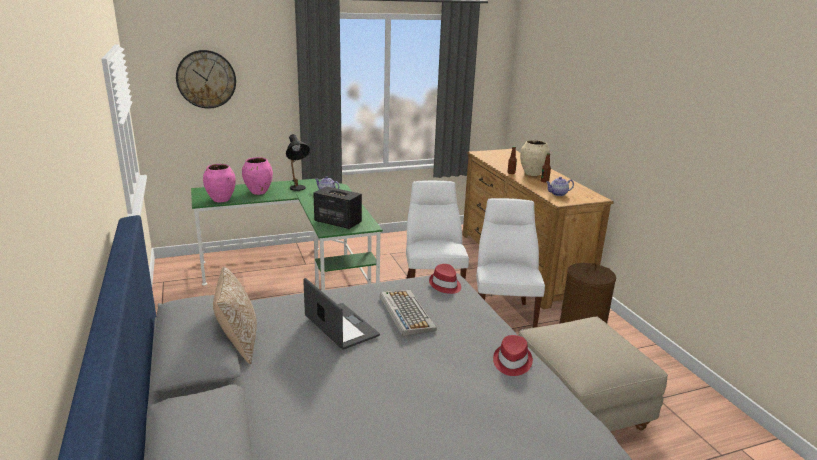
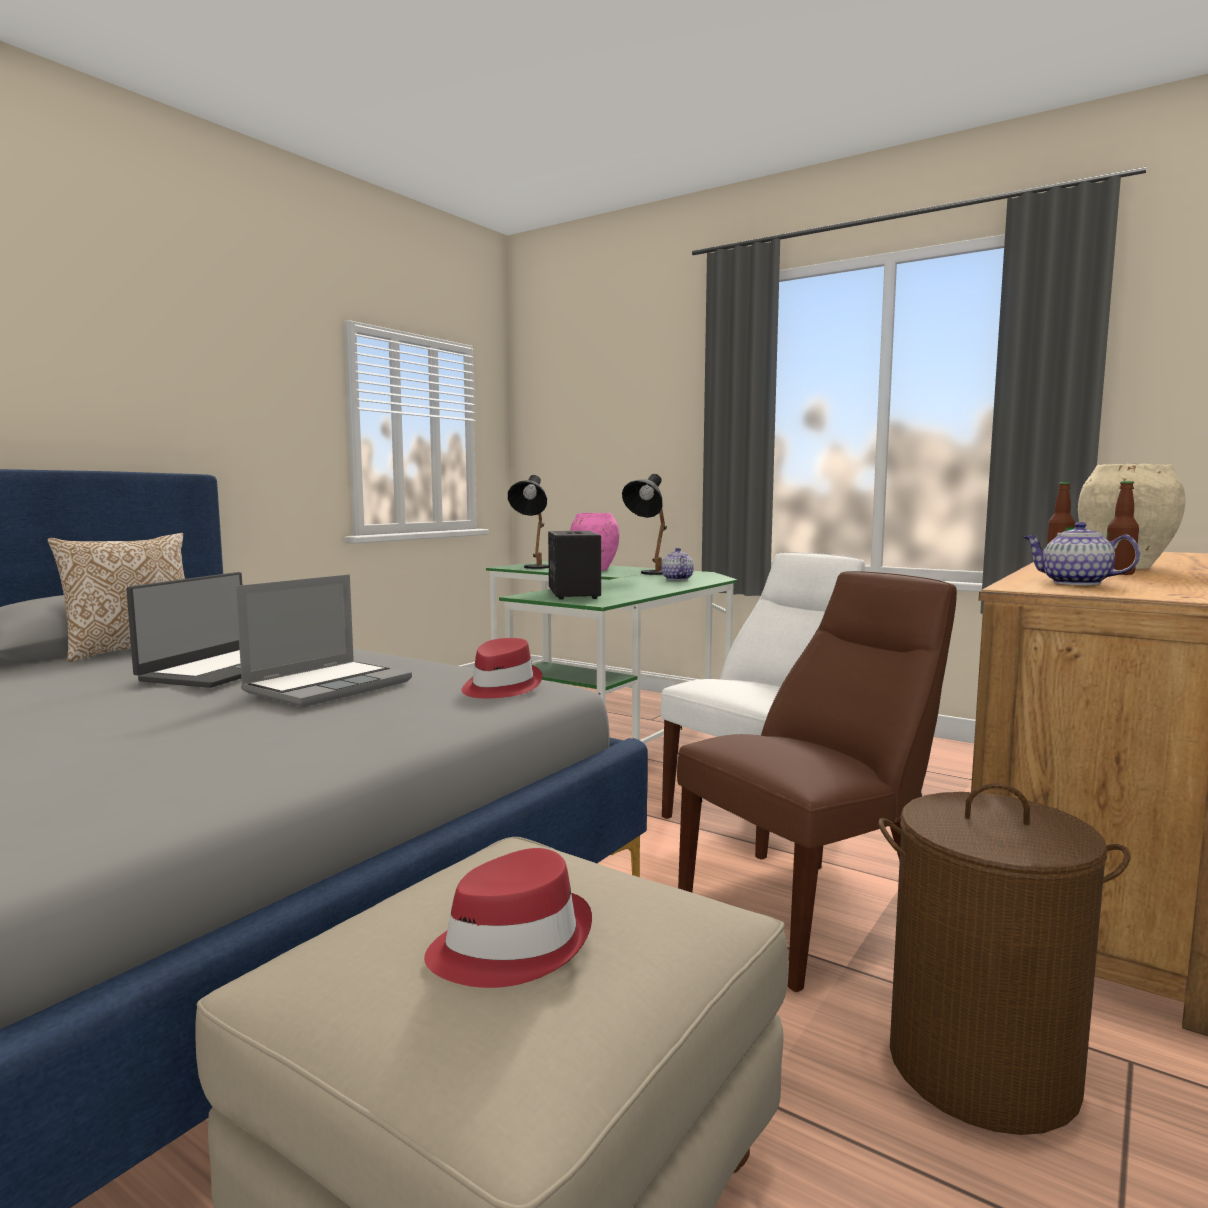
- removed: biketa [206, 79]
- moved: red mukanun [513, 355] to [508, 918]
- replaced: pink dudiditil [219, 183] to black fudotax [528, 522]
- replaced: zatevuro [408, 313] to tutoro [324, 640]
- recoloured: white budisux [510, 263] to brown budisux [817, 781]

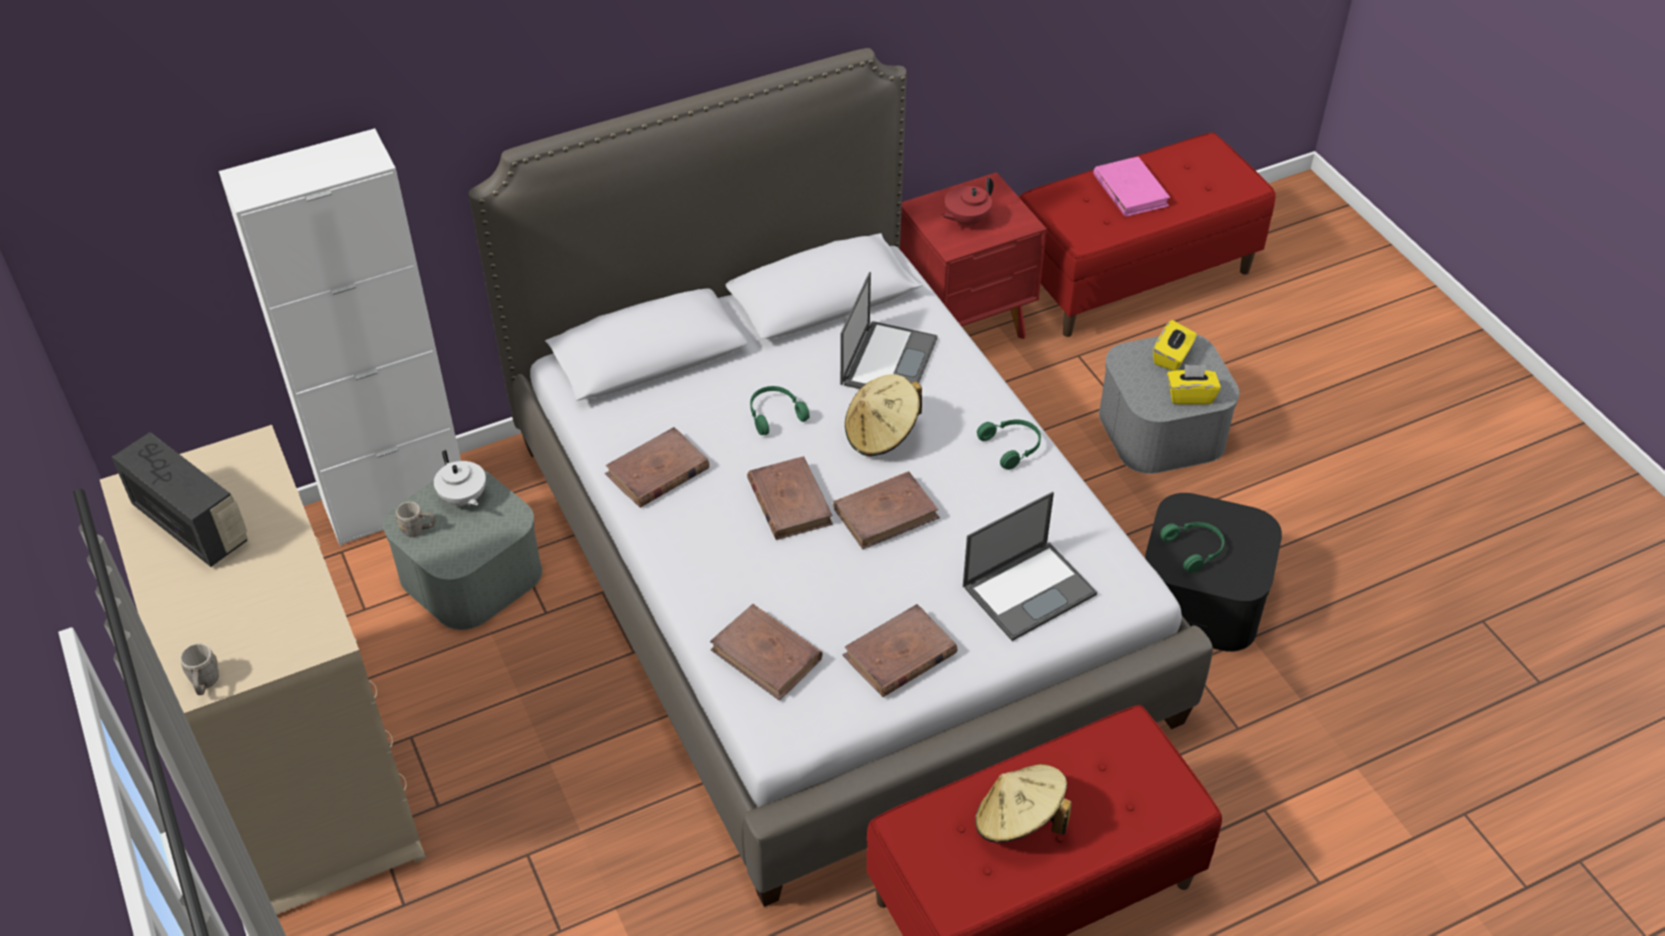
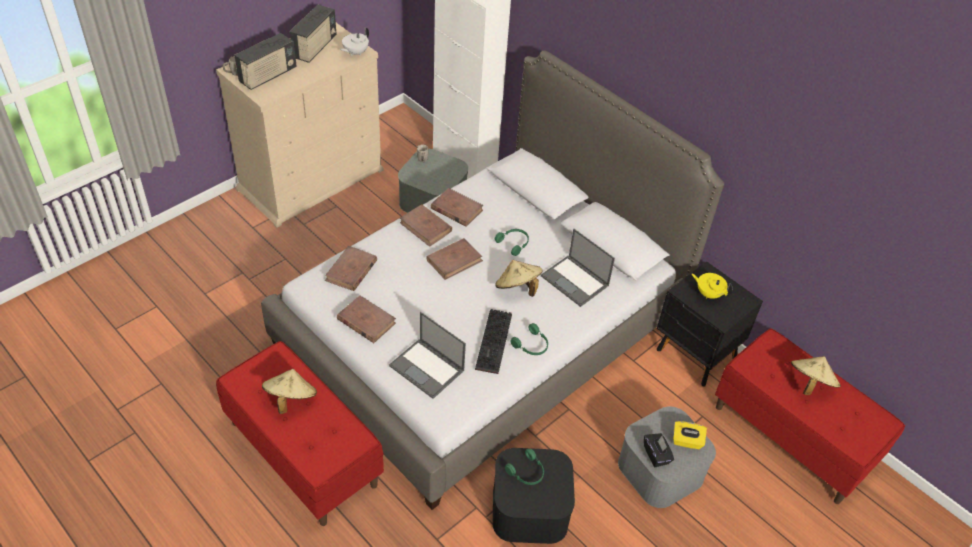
- added: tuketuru [266, 61]
- added: zatevuro [493, 341]
- moved: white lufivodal [460, 478] to [354, 41]
- moved: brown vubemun [886, 510] to [426, 225]
- replaced: pink vubemun [1131, 187] to beige mukanun [816, 375]
- recoloured: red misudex [973, 255] to black misudex [710, 323]
- recoloured: red lufivodal [967, 201] to yellow lufivodal [712, 286]
- recoloured: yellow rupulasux [1194, 384] to black rupulasux [659, 450]
- turned: tutoro [889, 330] = [578, 268] 45 degrees clockwise

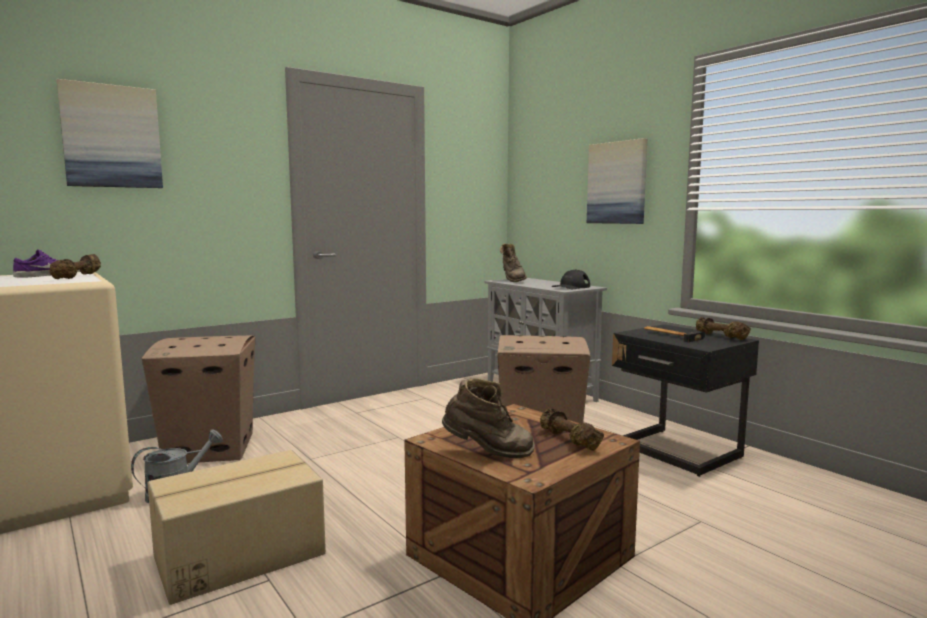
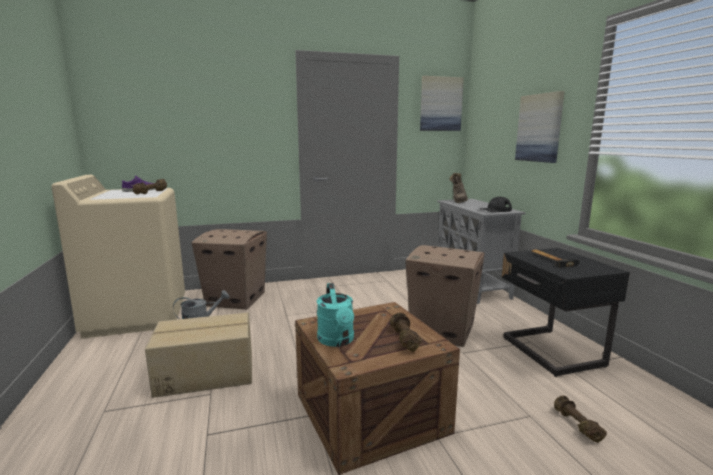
- moved: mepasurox [110, 133] to [442, 103]
- moved: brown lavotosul [723, 328] to [580, 419]
- replaced: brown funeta [488, 418] to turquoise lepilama [335, 315]

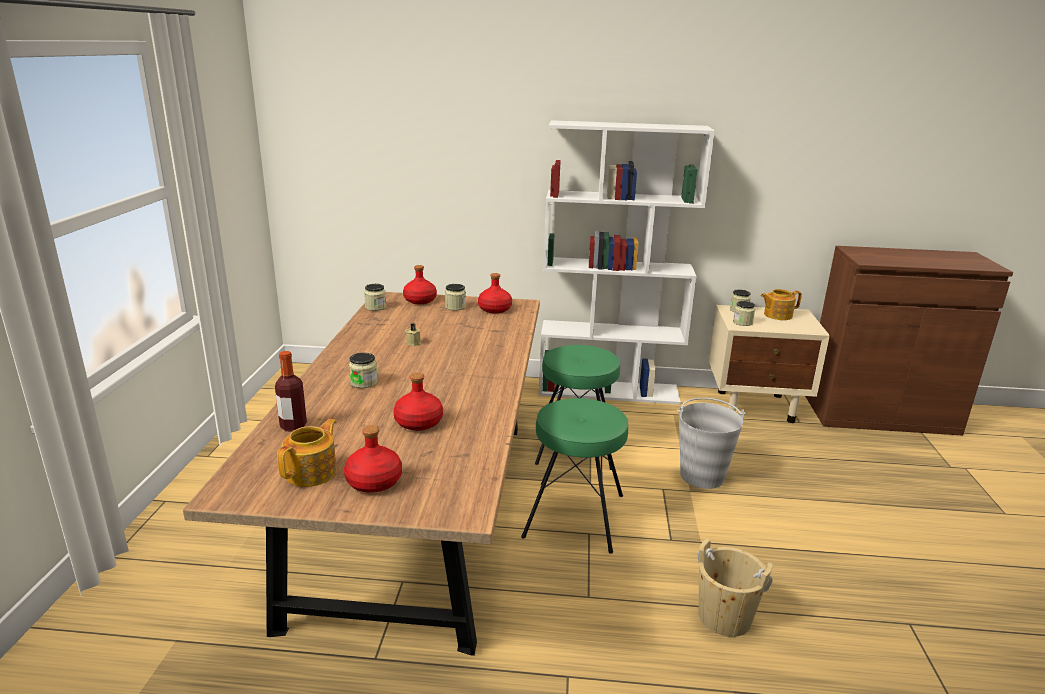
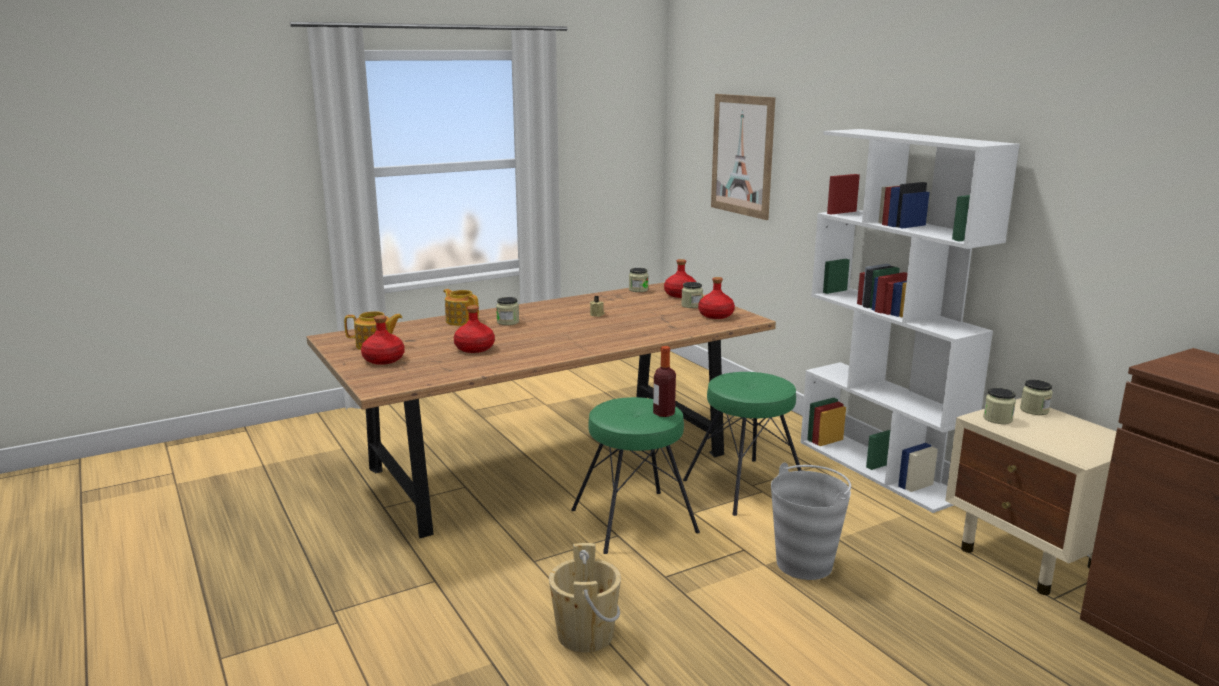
- added: mepasurox [743, 157]
- moved: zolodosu [291, 391] to [664, 381]
- moved: lufivodal [781, 304] to [461, 307]

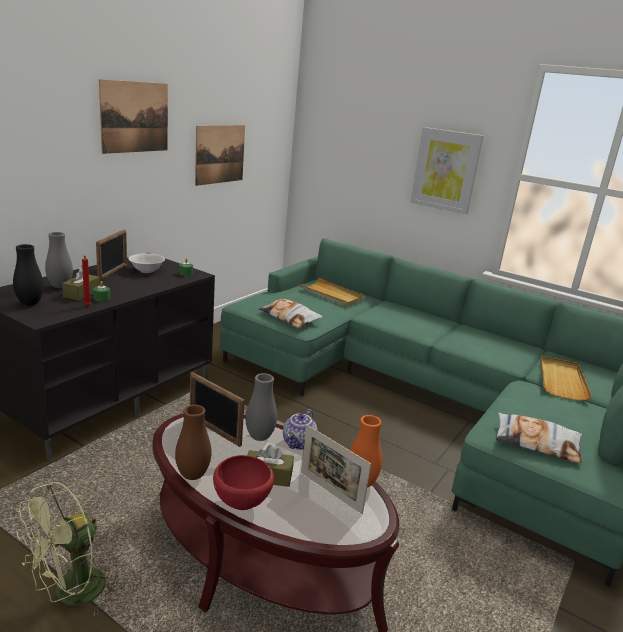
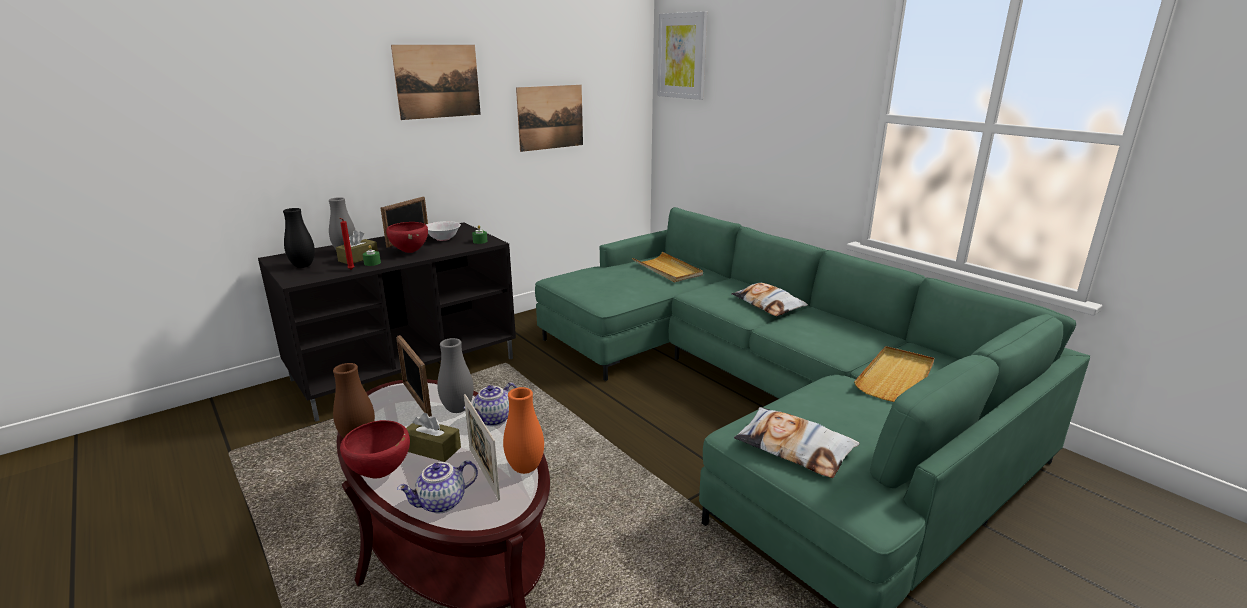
- removed: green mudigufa [67, 548]
- added: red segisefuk [407, 237]
- added: lufivodal [437, 486]
- moved: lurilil [291, 313] to [769, 299]
- moved: mepasurox [447, 170] to [682, 55]

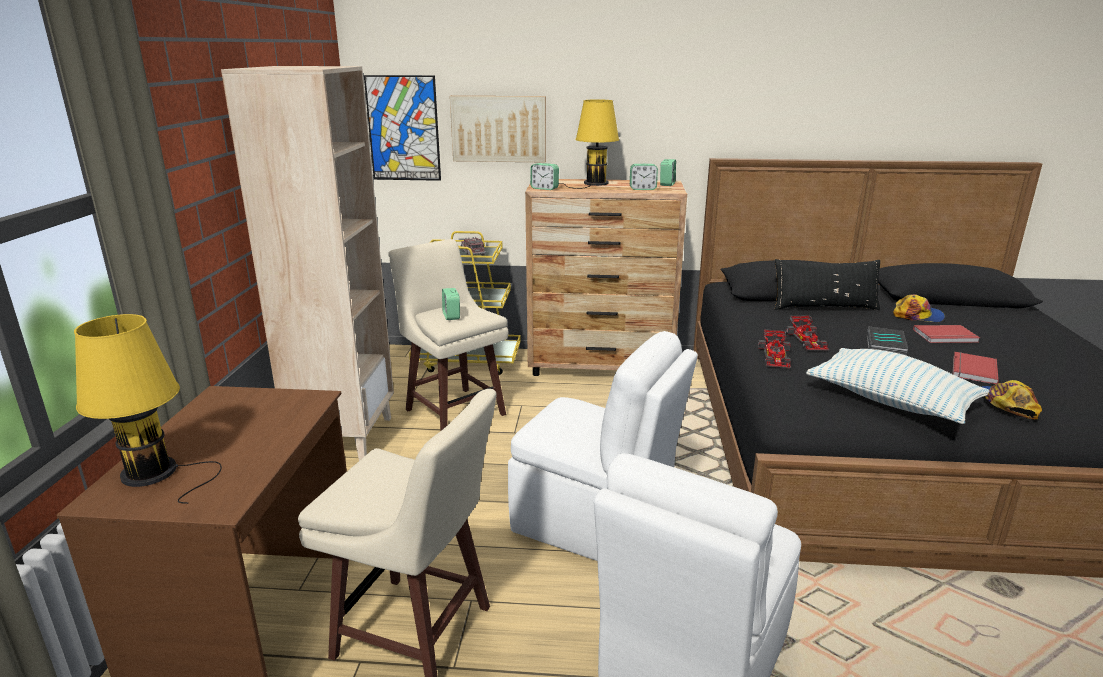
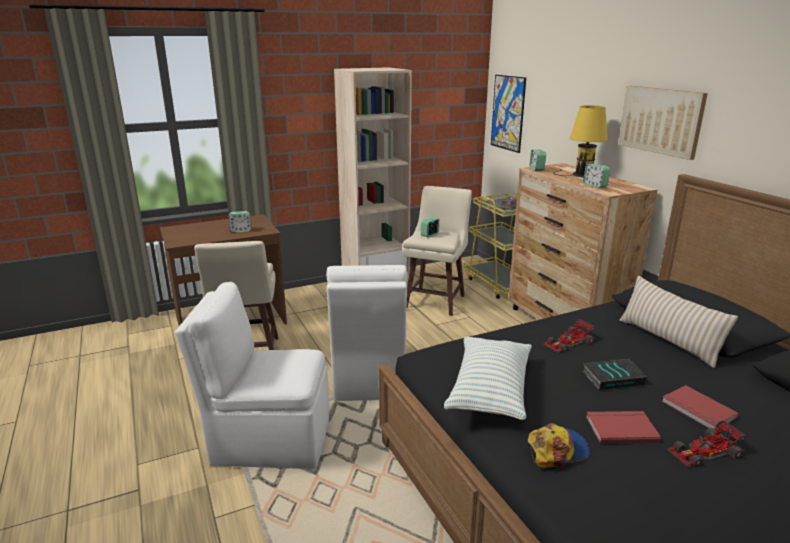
- removed: yellow fudotax [148, 409]
- removed: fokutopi [919, 308]
- moved: mepasurox [498, 129] to [663, 123]
- moved: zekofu [668, 172] to [240, 221]
- moved: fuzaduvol [774, 348] to [707, 444]
- recoloured: black lurilil [827, 284] to beige lurilil [678, 322]

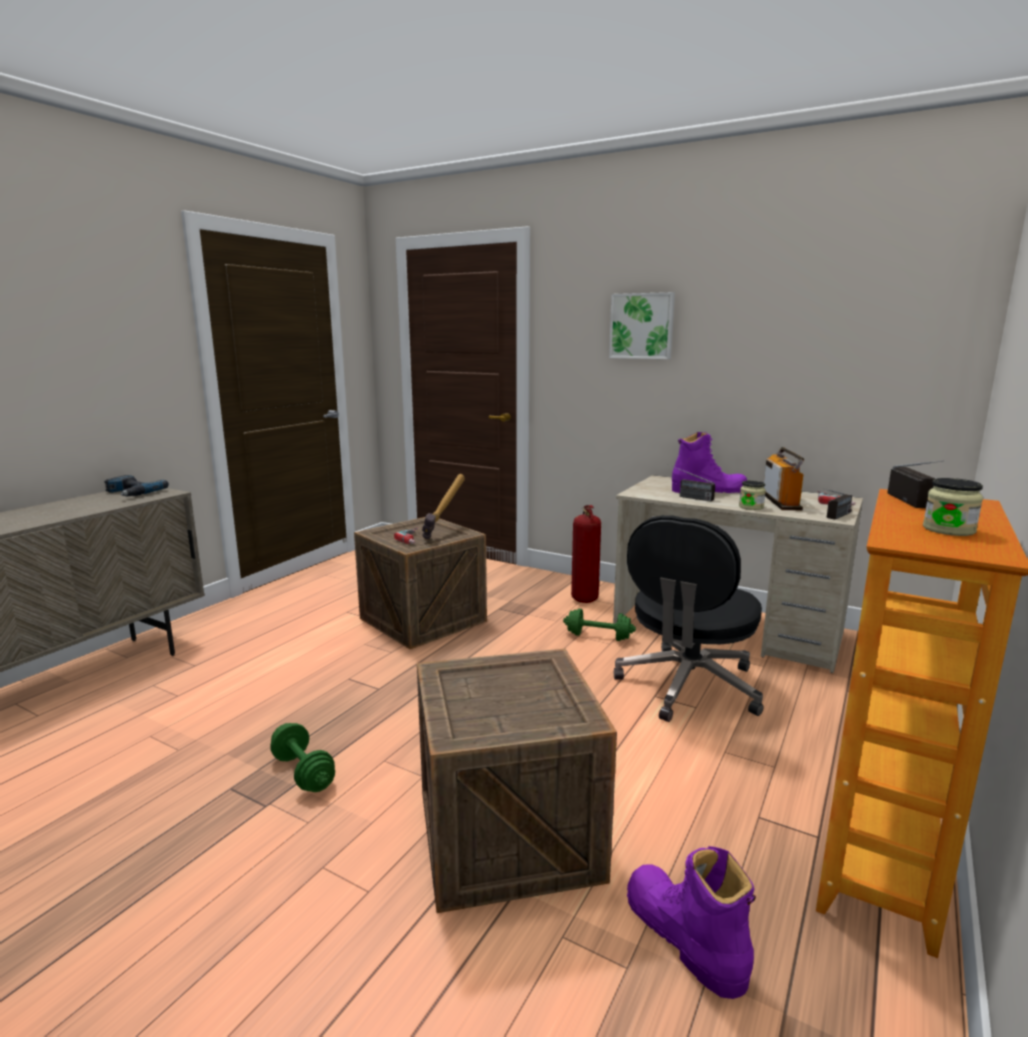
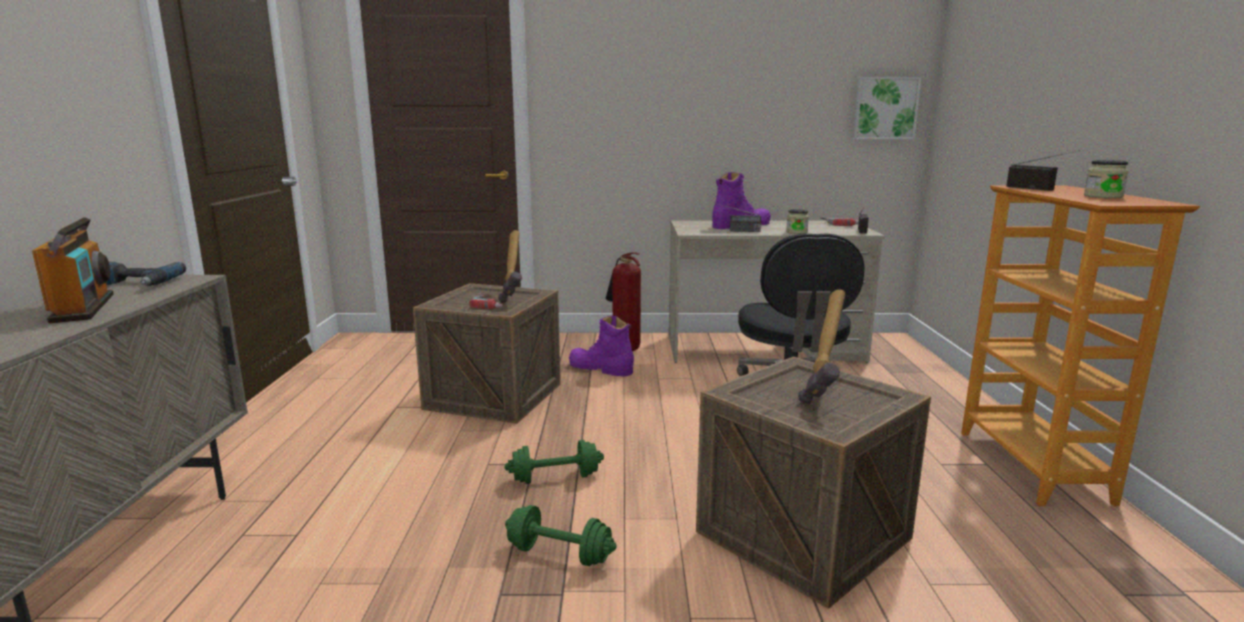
- added: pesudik [822, 346]
- moved: green lavotosul [599, 624] to [554, 462]
- moved: mepasurox [642, 325] to [887, 108]
- moved: purple funeta [691, 922] to [601, 346]
- moved: tuketuru [784, 478] to [72, 270]

